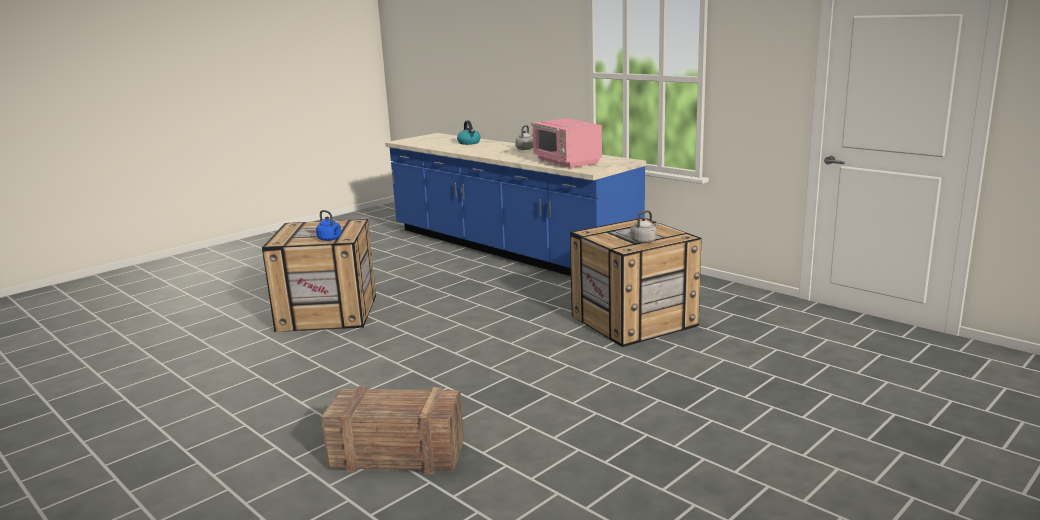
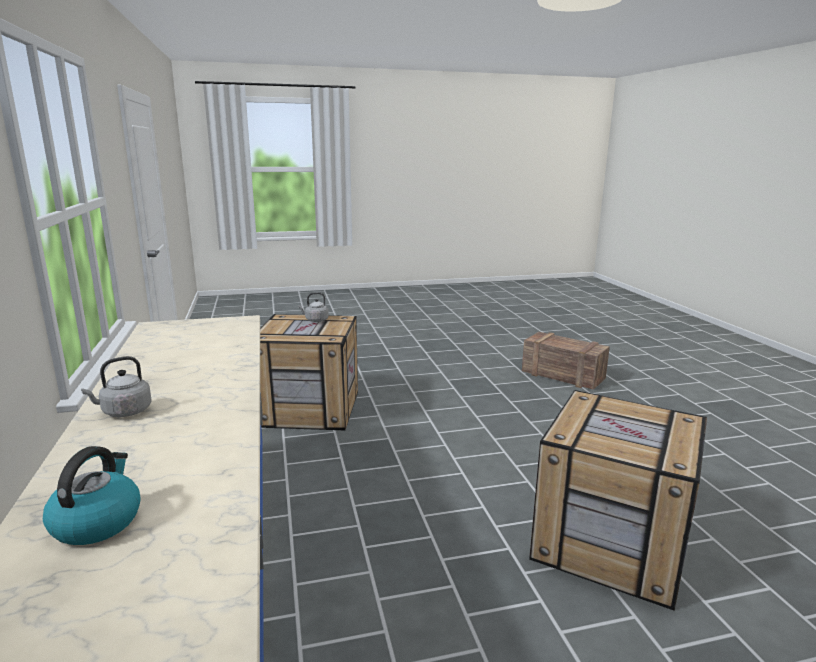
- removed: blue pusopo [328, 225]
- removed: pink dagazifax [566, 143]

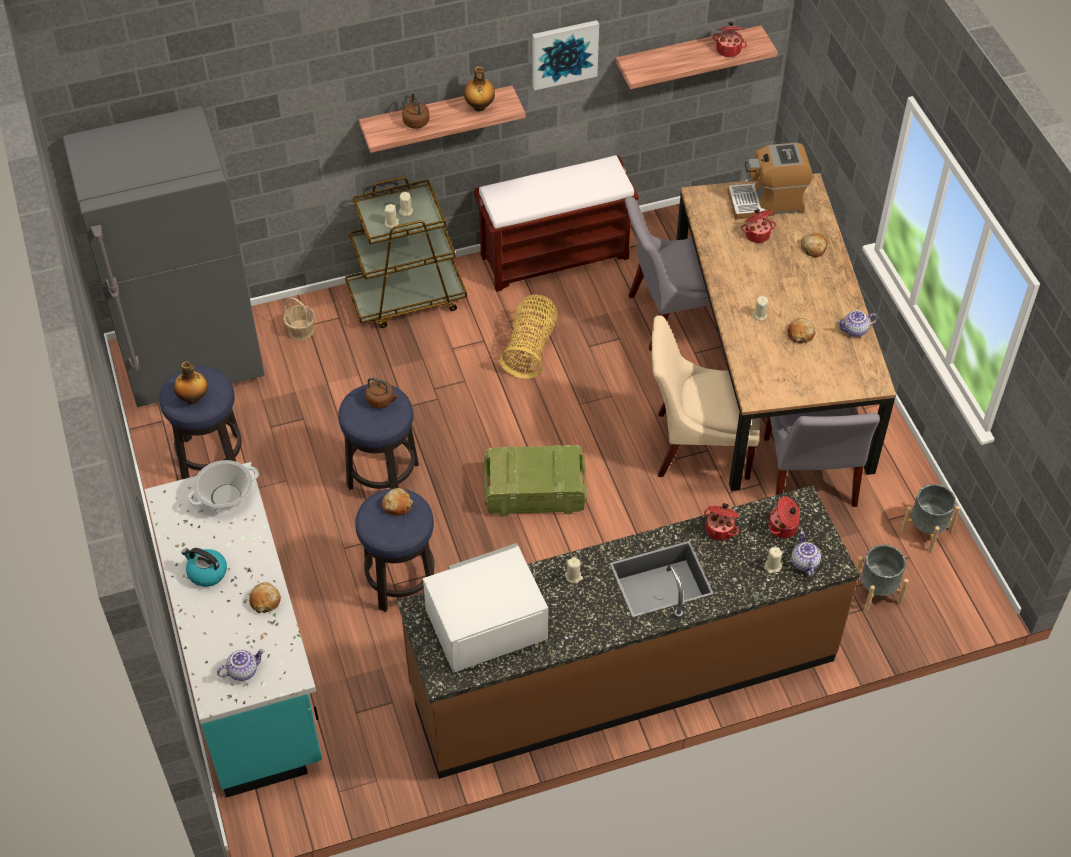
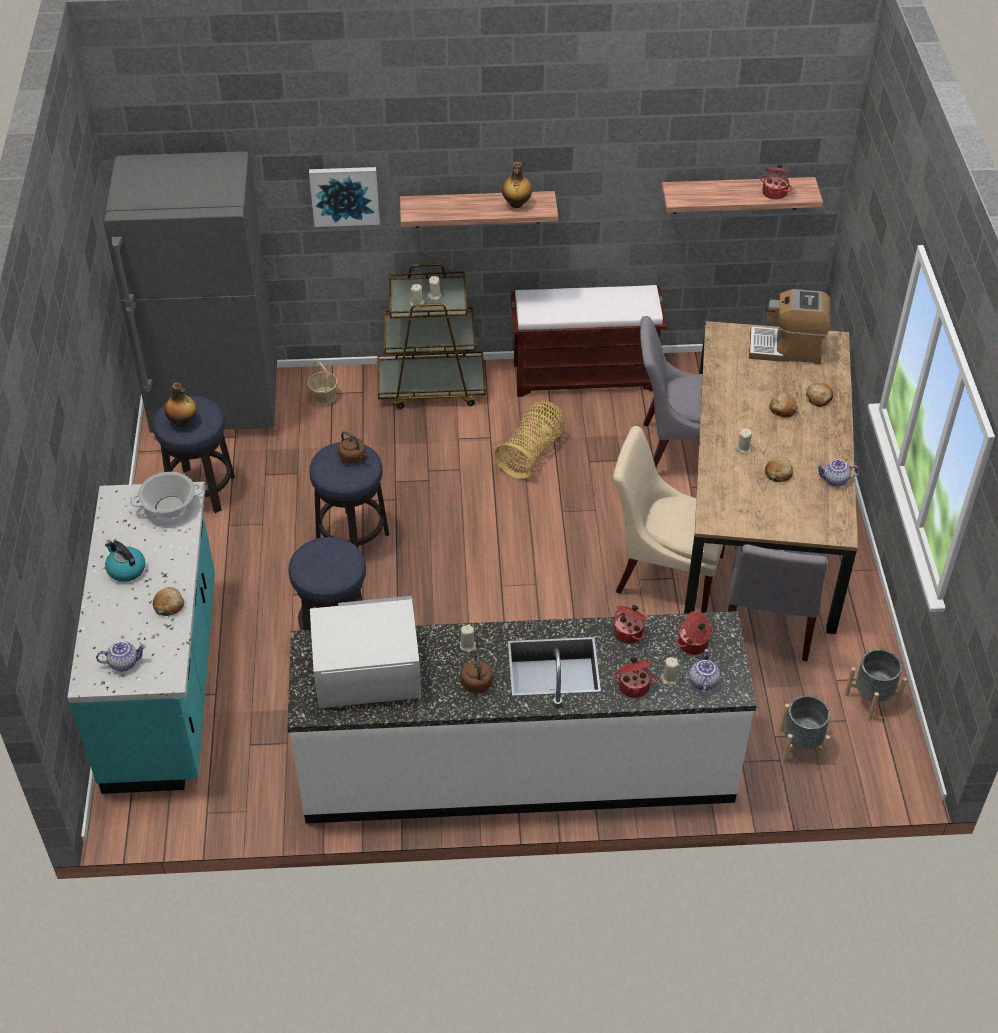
- removed: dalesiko [535, 480]
- moved: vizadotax [397, 502] to [784, 405]
- moved: brown pusopo [416, 111] to [476, 671]
- moved: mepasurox [565, 55] to [344, 197]
- moved: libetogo [758, 226] to [635, 677]
- recoloured: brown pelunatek [628, 632] to white pelunatek [522, 717]

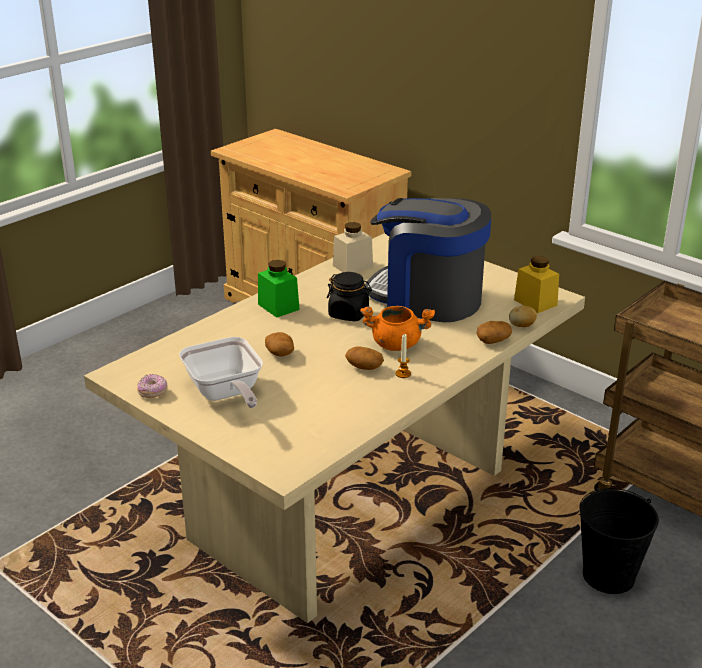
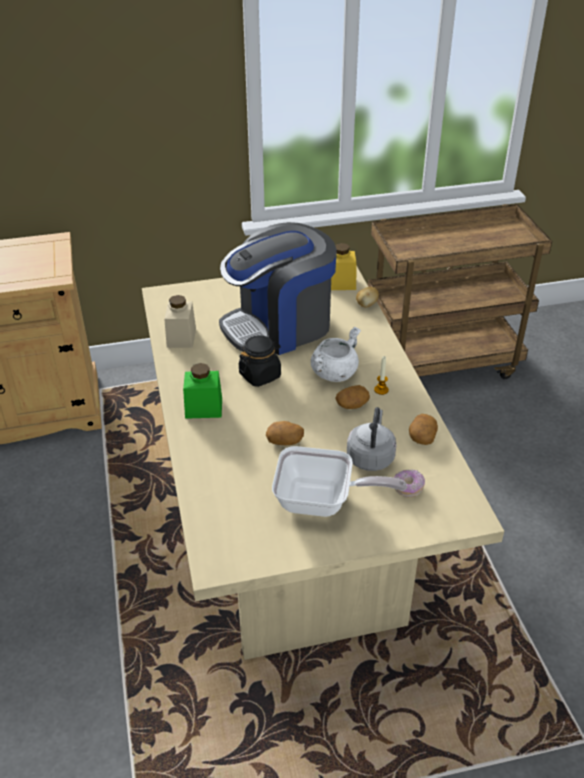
- removed: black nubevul [619, 541]
- added: grey pusopo [371, 439]
- moved: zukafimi [152, 386] to [409, 483]
- moved: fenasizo [494, 332] to [423, 429]
- recoloured: orange libetogo [397, 328] to white libetogo [336, 354]

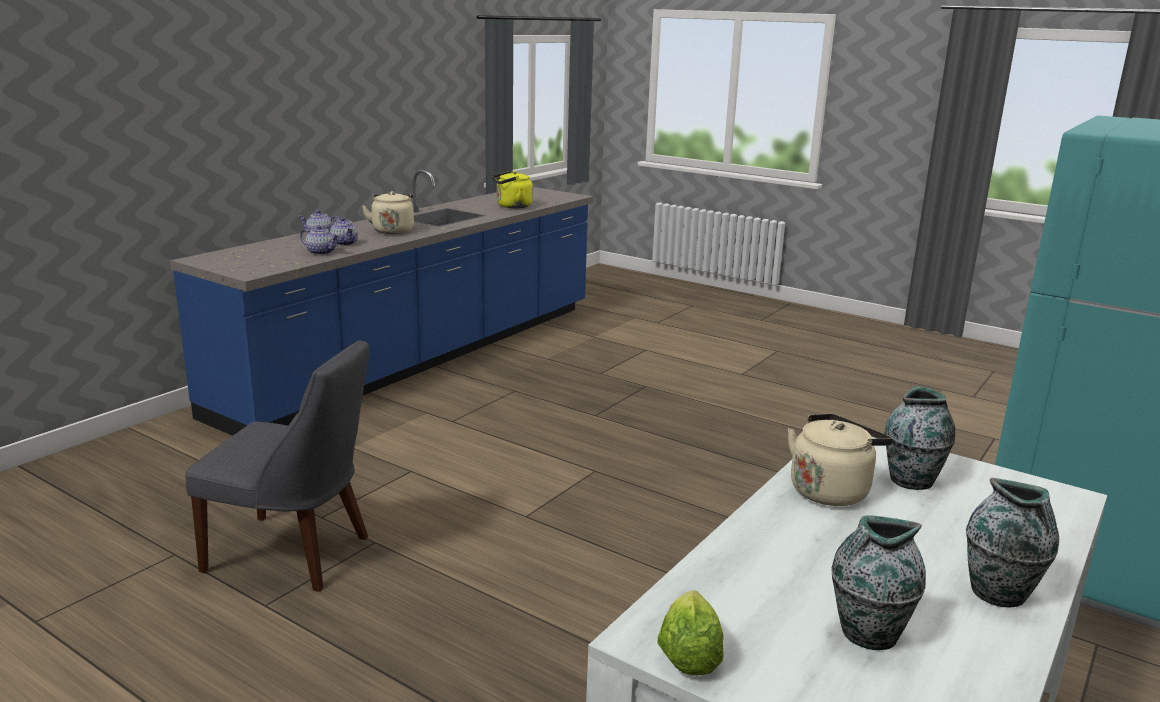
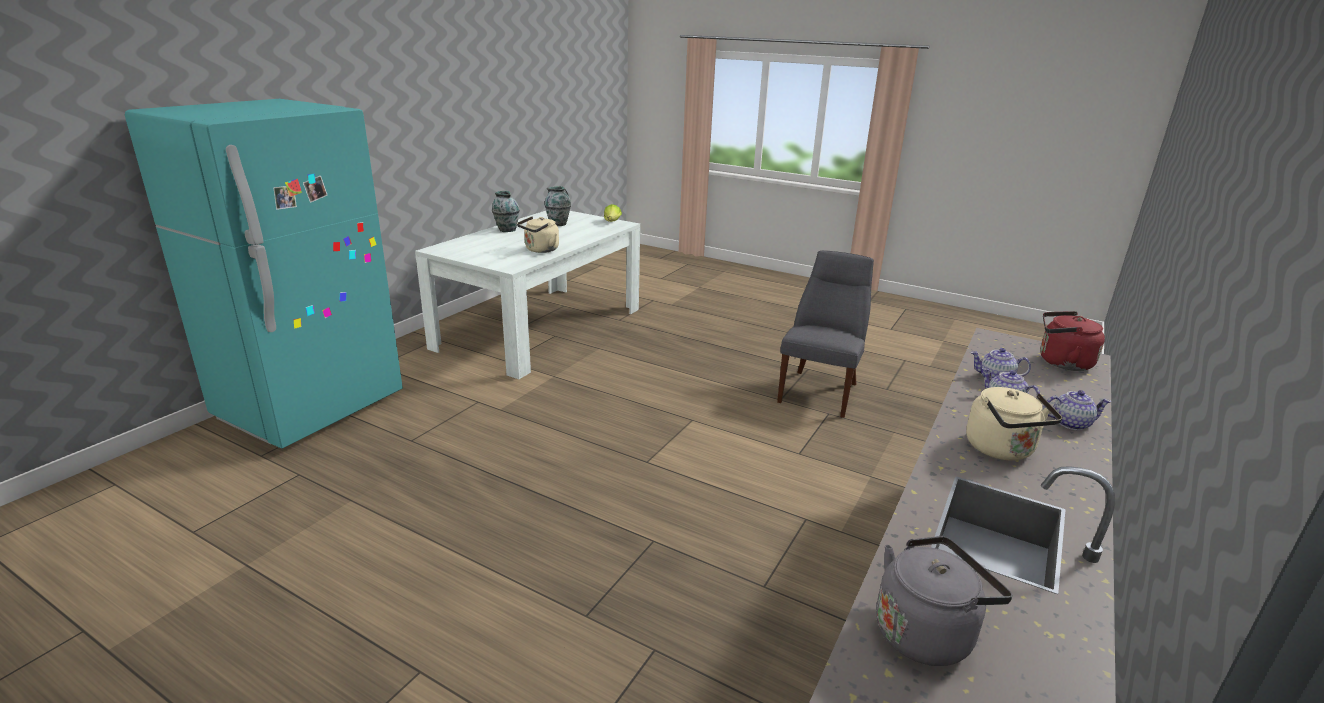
- removed: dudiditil [919, 438]
- added: red pusopo [1072, 341]
- recoloured: yellow pusopo [512, 190] to grey pusopo [944, 601]
- turned: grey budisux [277, 466] = [825, 334] 105 degrees clockwise

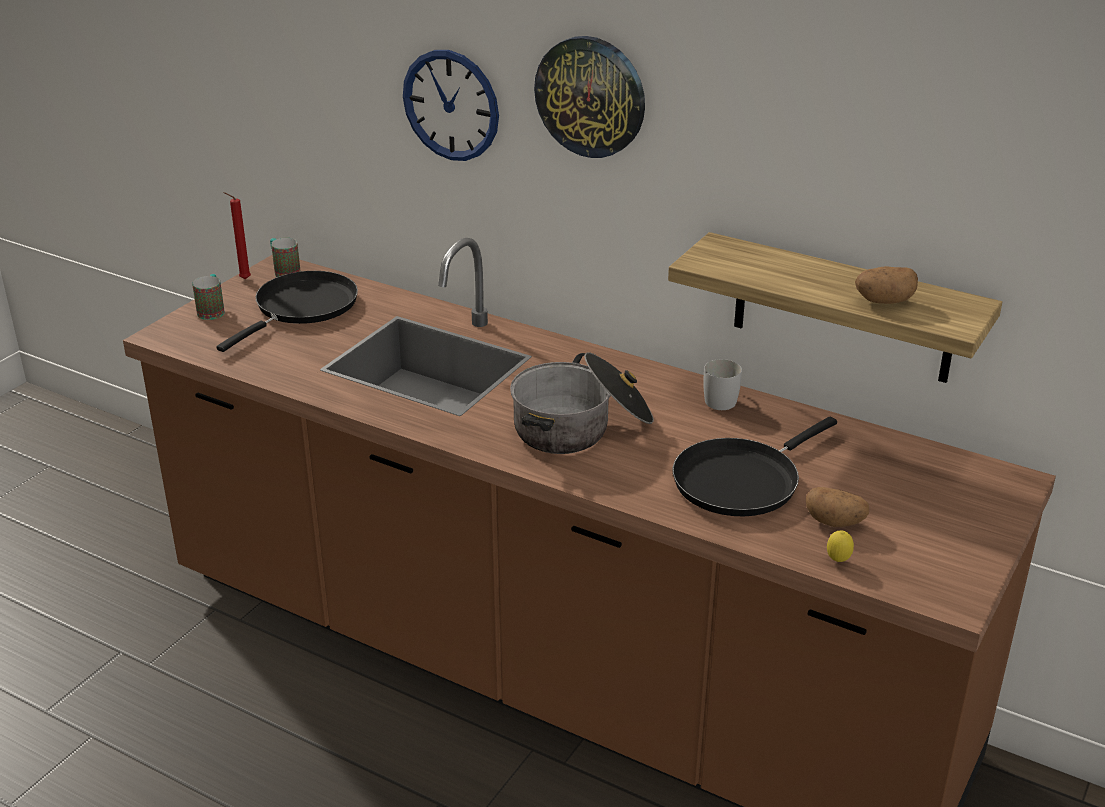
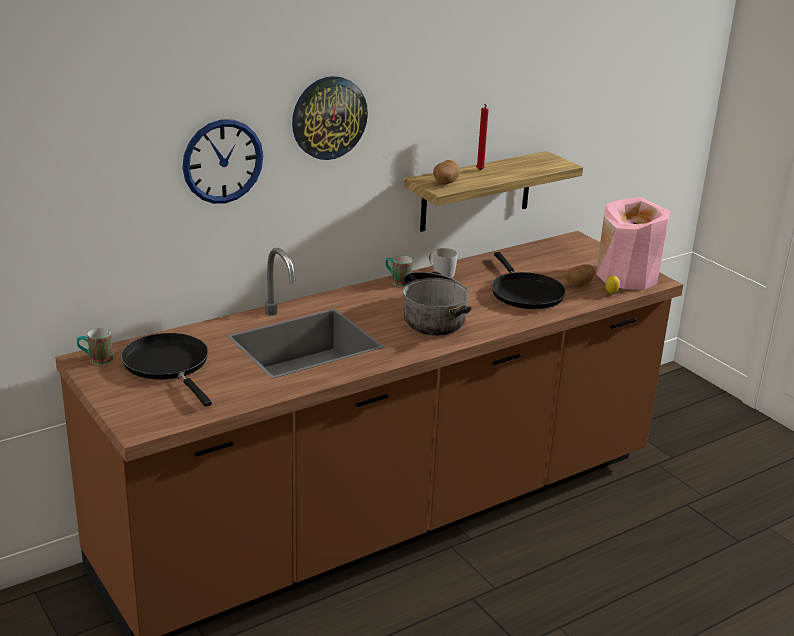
- added: pink dudiditil [633, 243]
- moved: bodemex [208, 297] to [398, 271]
- moved: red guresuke [237, 235] to [482, 137]
- moved: fenasizo [886, 285] to [446, 172]

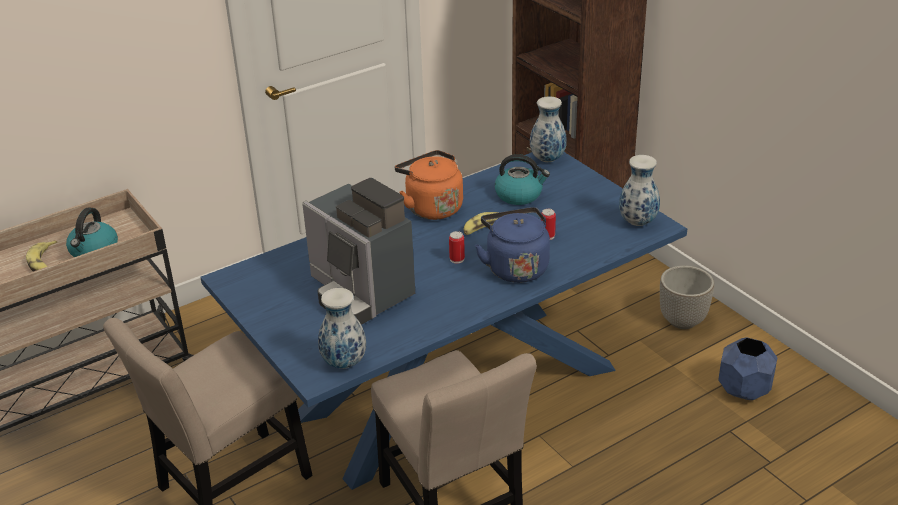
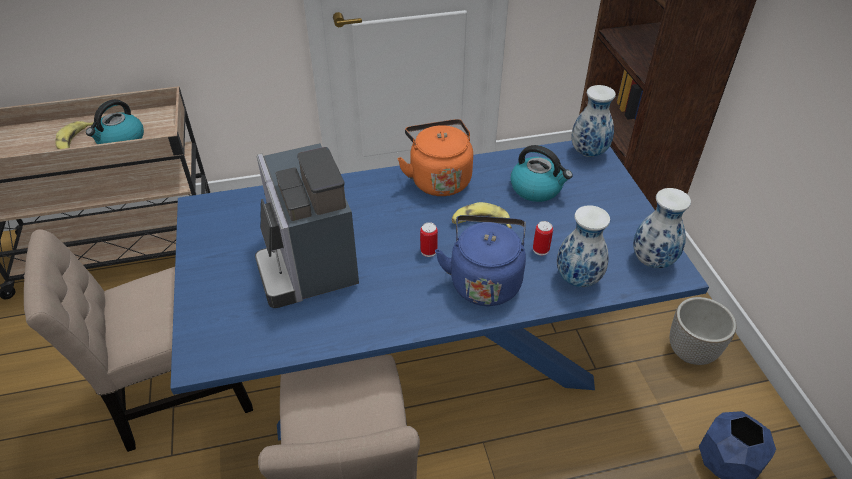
- moved: dudiditil [342, 328] to [583, 246]

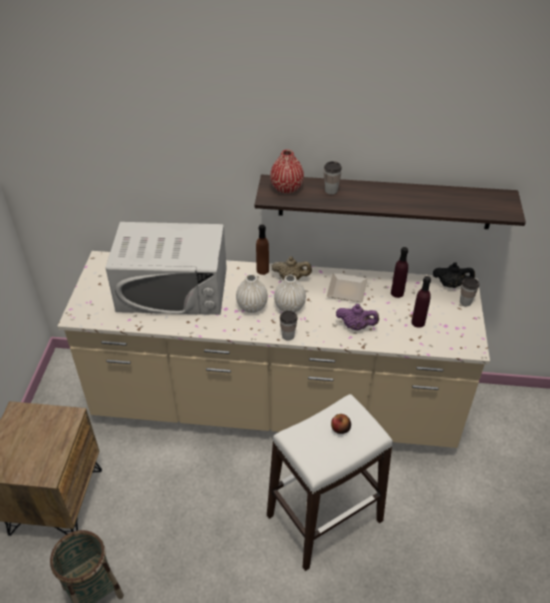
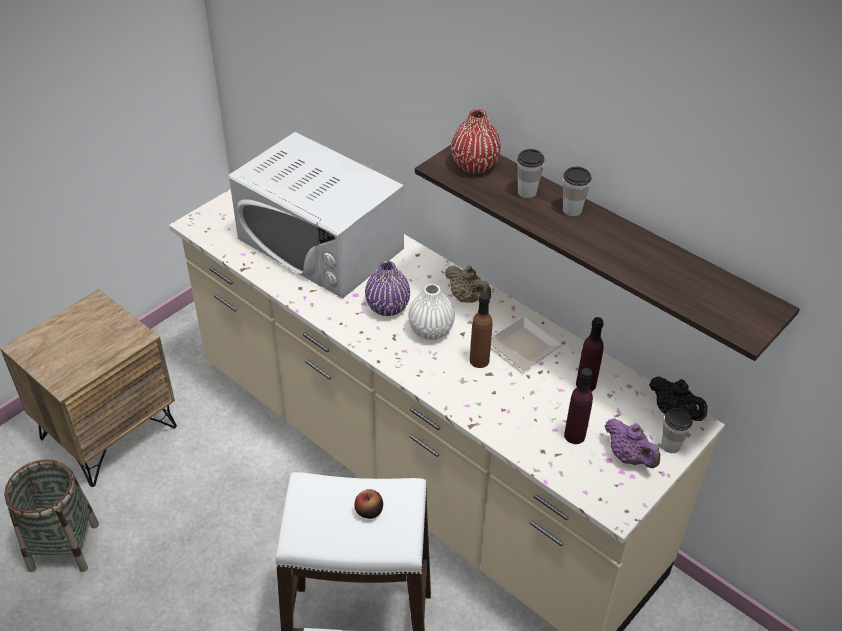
- moved: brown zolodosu [262, 250] to [481, 330]
- moved: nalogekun [289, 326] to [577, 191]
- moved: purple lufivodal [357, 317] to [633, 443]
- recoloured: white dudiditil [252, 293] to purple dudiditil [387, 288]

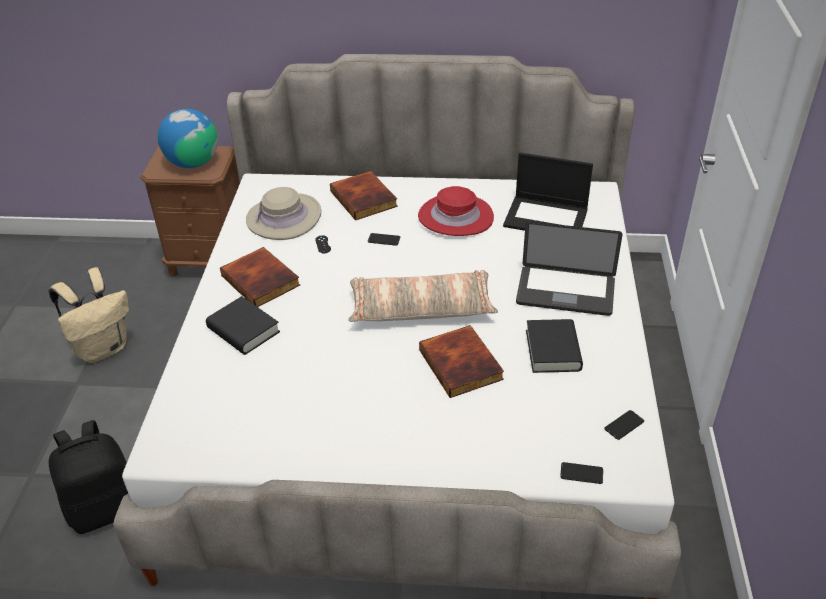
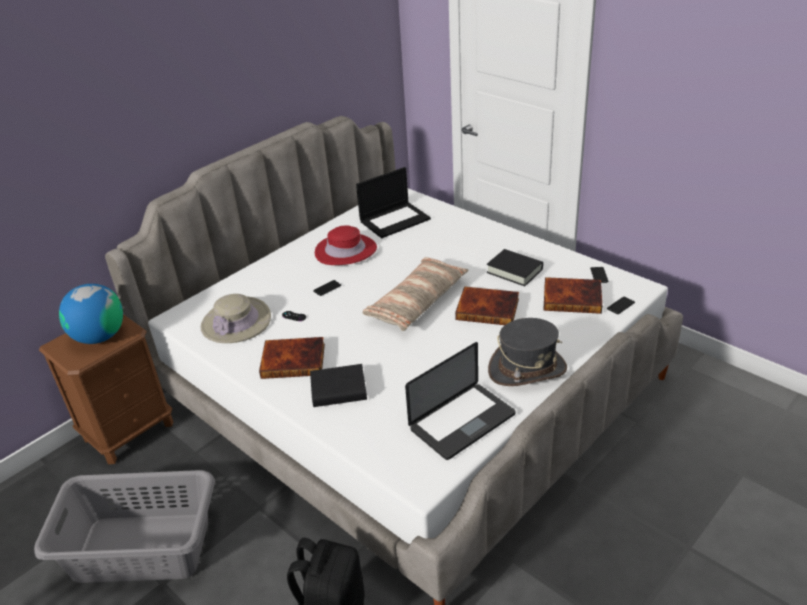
- added: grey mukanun [527, 352]
- moved: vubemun [364, 196] to [572, 295]
- moved: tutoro [569, 268] to [460, 401]
- replaced: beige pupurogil [89, 315] to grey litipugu [124, 526]

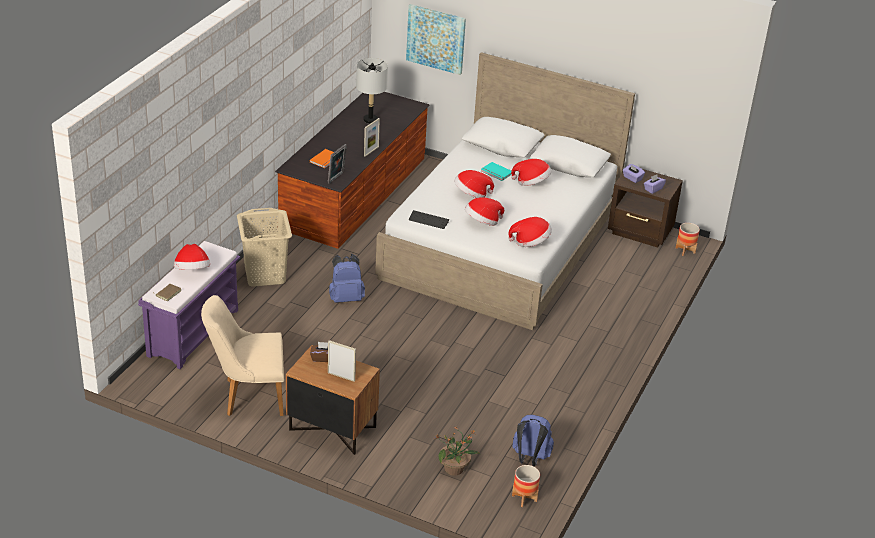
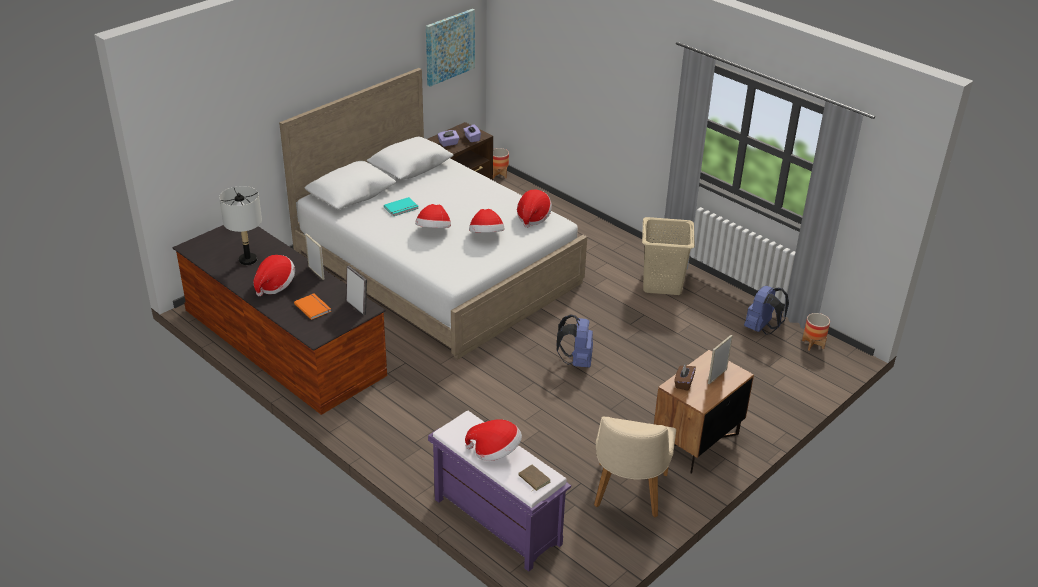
- removed: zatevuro [429, 219]
- removed: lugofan [457, 451]
- moved: beige litipugu [264, 247] to [668, 256]
- moved: blue pupurogil [347, 278] to [575, 341]
- moved: mepasurox [436, 39] to [450, 48]
- moved: mukanun [531, 172] to [274, 275]

